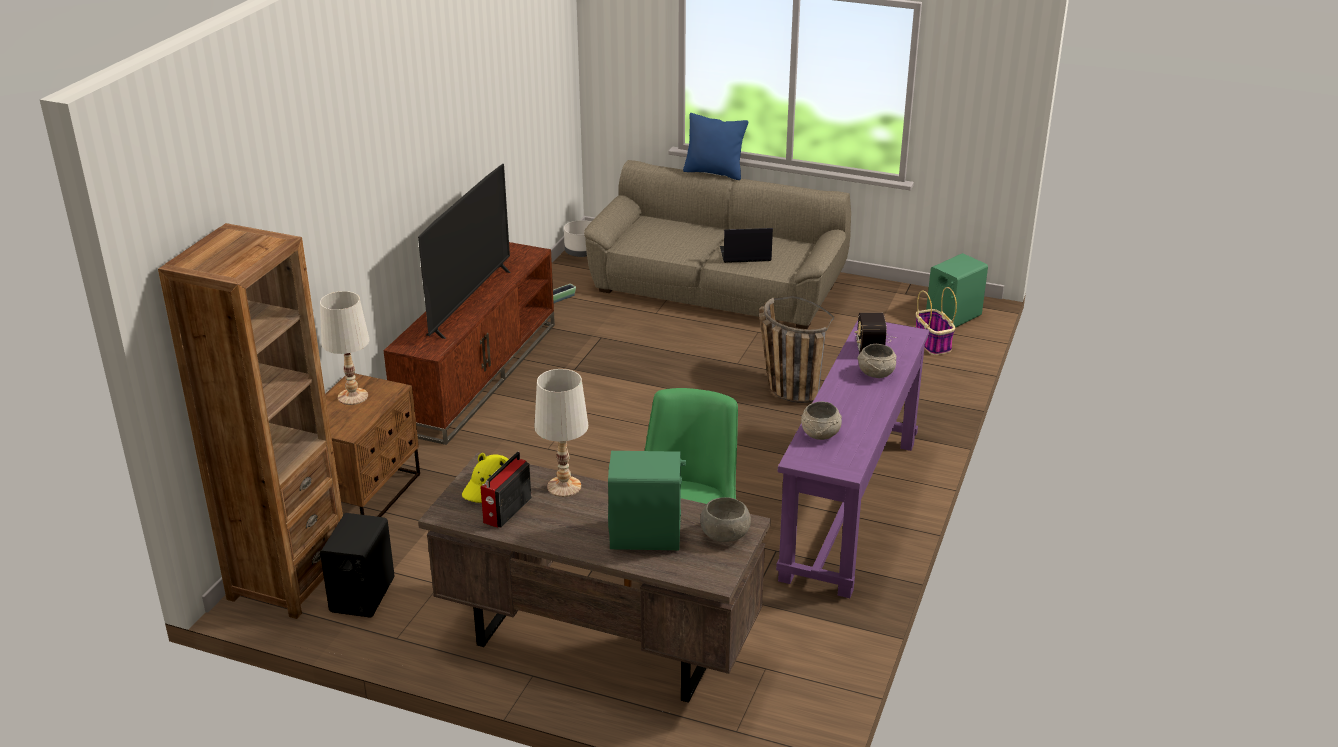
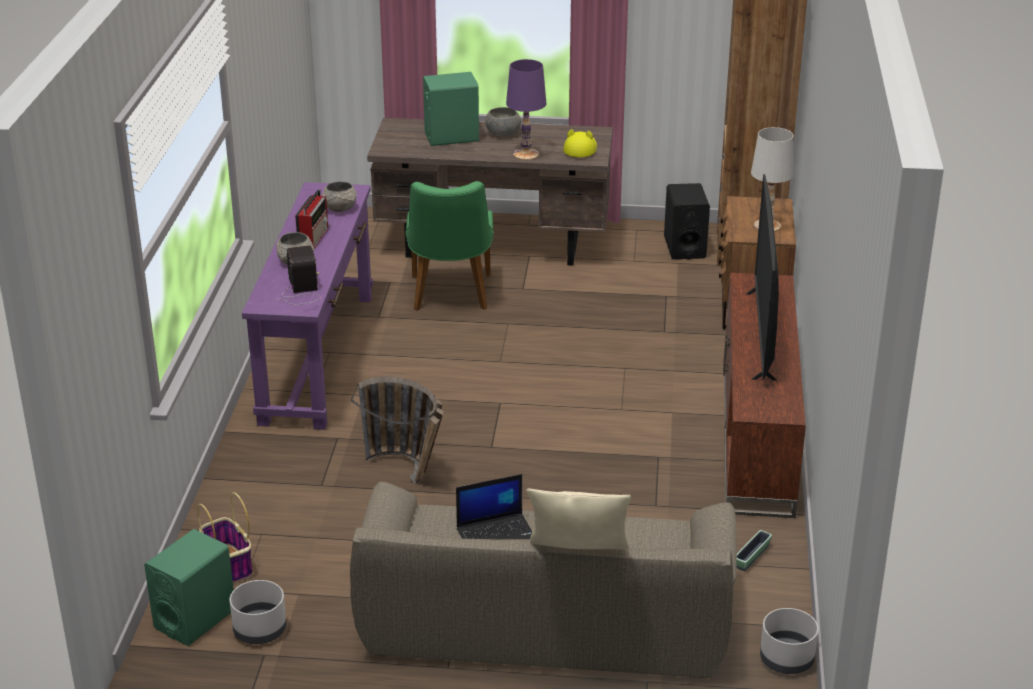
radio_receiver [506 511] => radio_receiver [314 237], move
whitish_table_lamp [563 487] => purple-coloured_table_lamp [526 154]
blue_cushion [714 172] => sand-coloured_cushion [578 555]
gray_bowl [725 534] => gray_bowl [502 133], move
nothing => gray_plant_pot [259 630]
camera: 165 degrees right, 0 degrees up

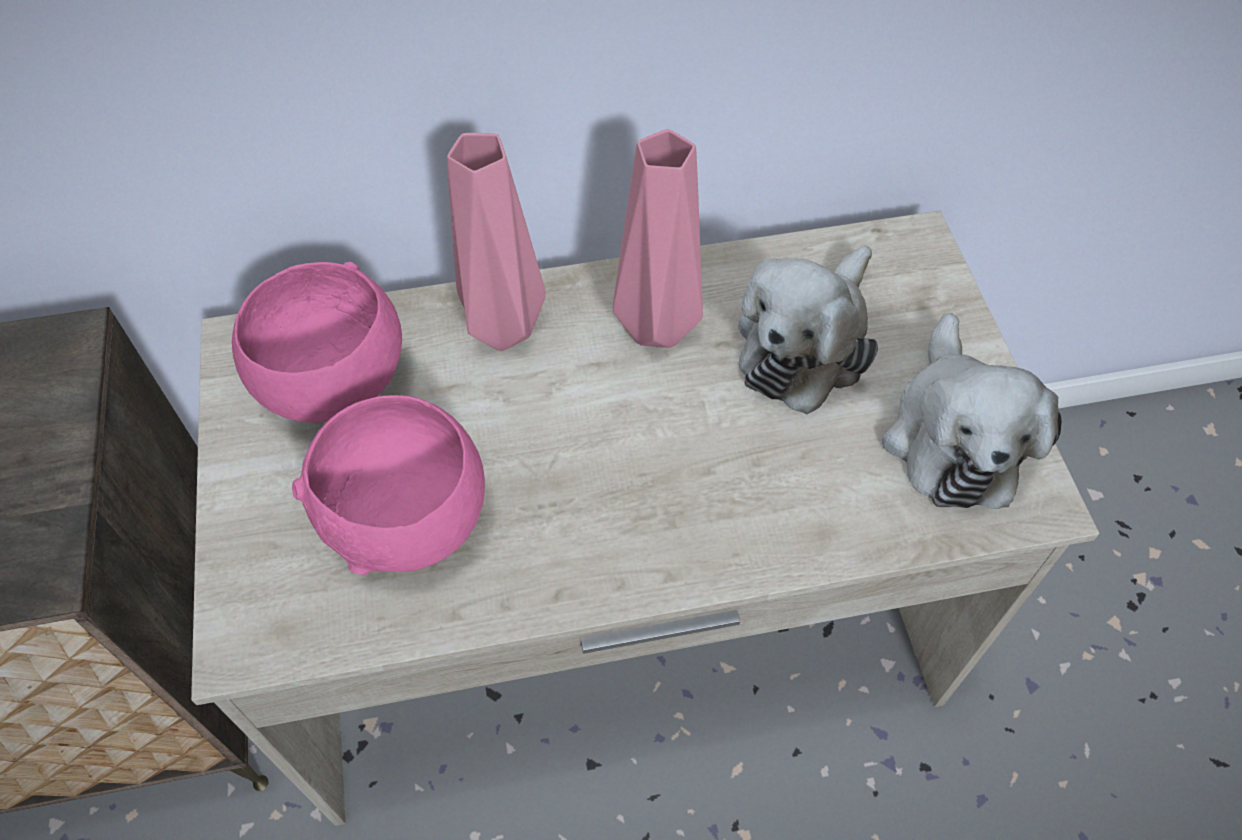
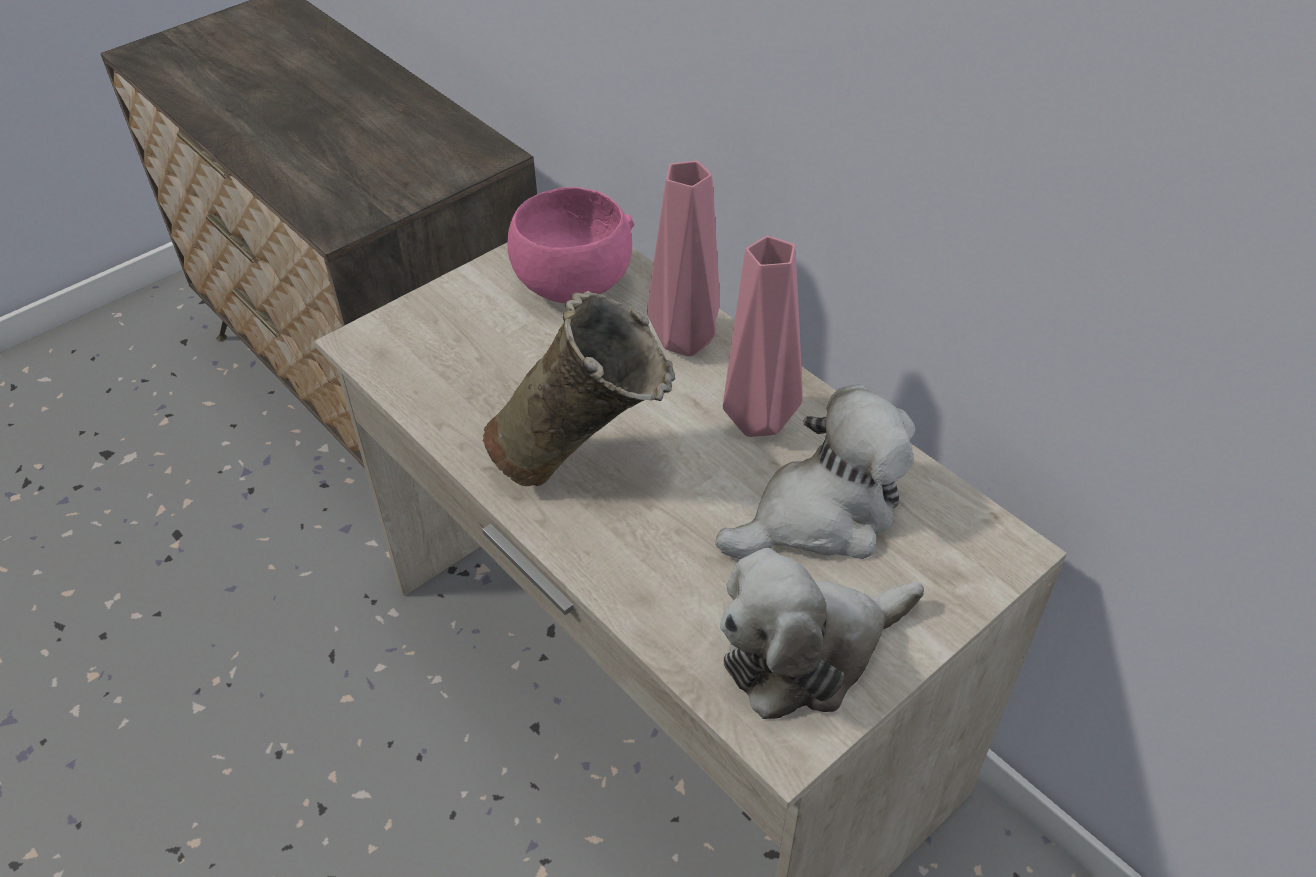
pink_bowl [410 520] => nothing
cuddly_toy [805 344] => cuddly_toy [821 515], 150 degrees clockwise
nothing => sand-coloured_vase [586 465]
camera: 60 degrees right, 10 degrees down

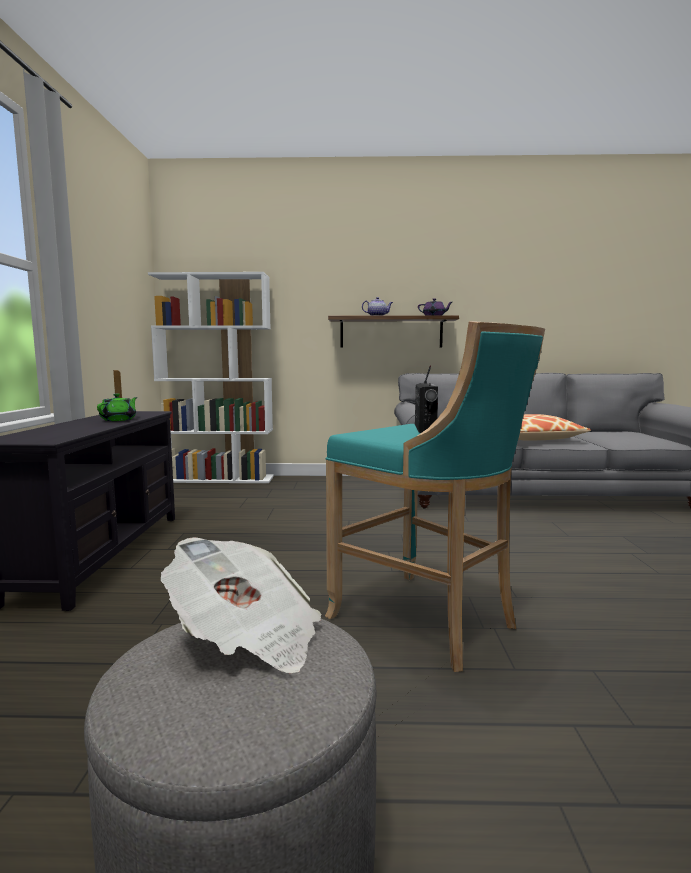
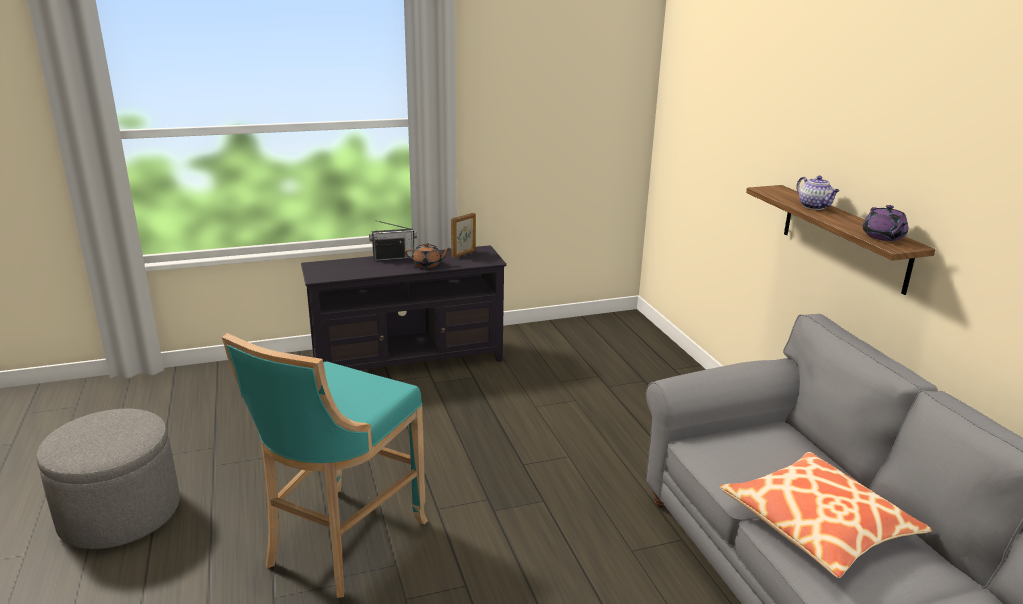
greenish_teapot [119 420] => brown_teapot [427 264]
whitish_shelving_unit [219 479] => nothing
daily_paper [247 637] => nothing
radio_receiver [425 429] => radio_receiver [393 257], move
camera: 70 degrees right, 15 degrees up

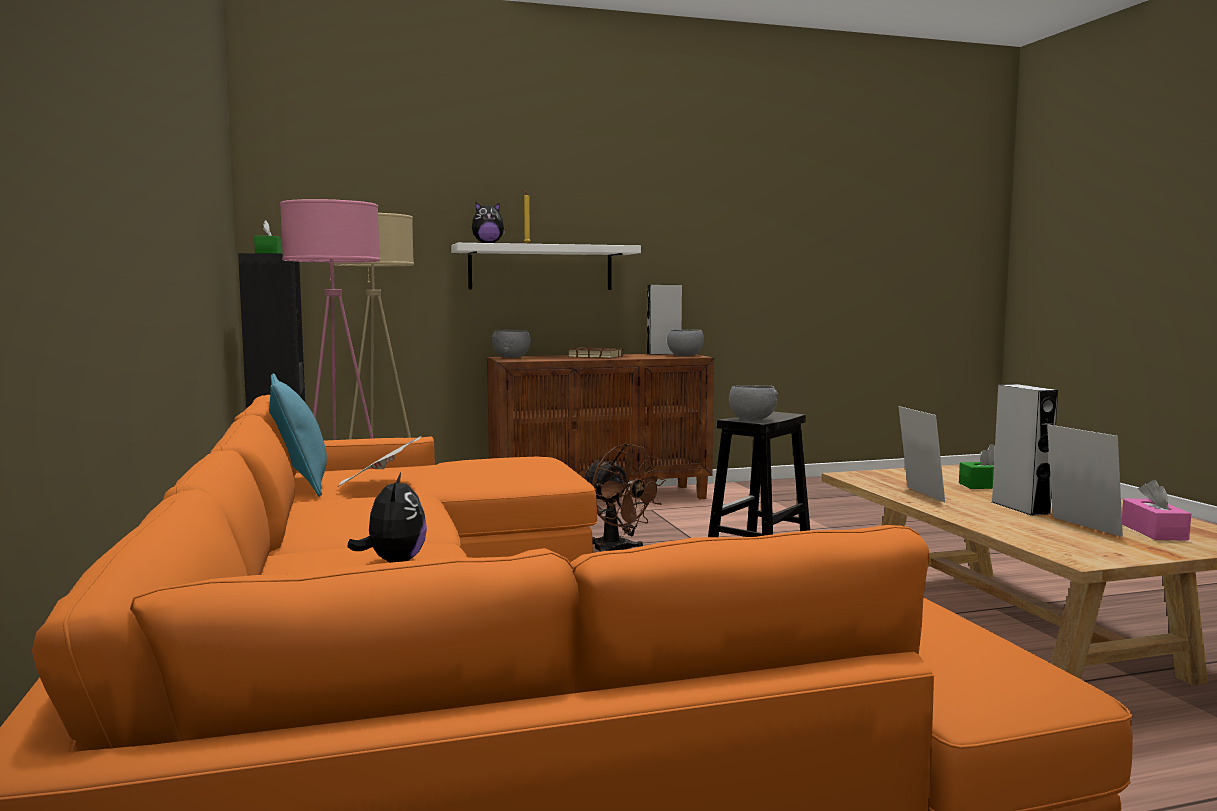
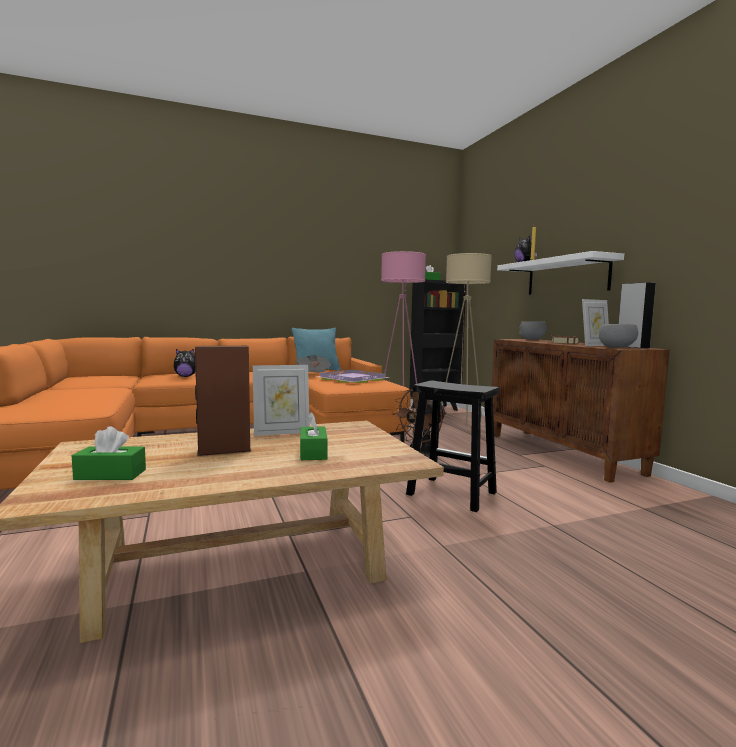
gray_bowl [751 419] => nothing
gray_speaker [1020 507] => brown_speaker [224 450]
photo_frame [1080 527] => photo_frame [594 345], move
pink_tissue_holder [1154 532] => greenish_tissue_holder [110 474]
nothing => purple-coloured_tray [351 379]
camera: 85 degrees right, 0 degrees up

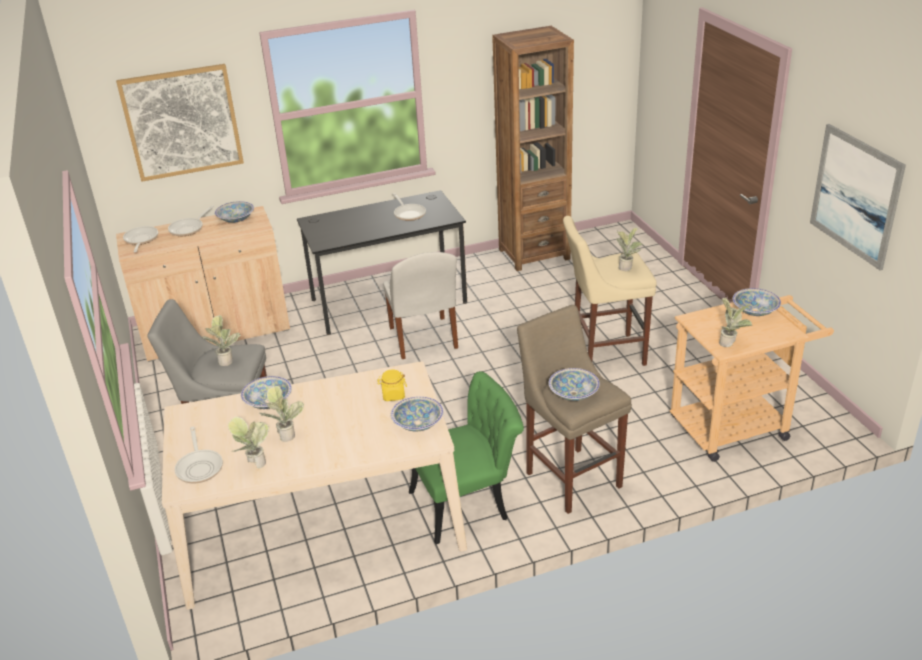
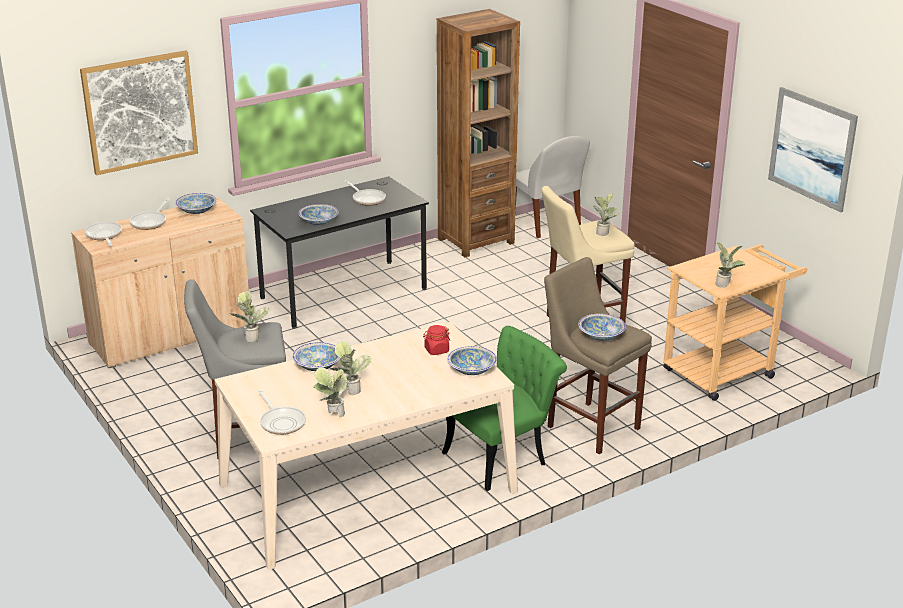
yellow-coloured_jar [393 395] => red-coloured_jar [436 350]
whitish_chair [423 339] => whitish_chair [546 224], move
bowl [754 310] => bowl [318 222], move
camera: 15 degrees left, 5 degrees down

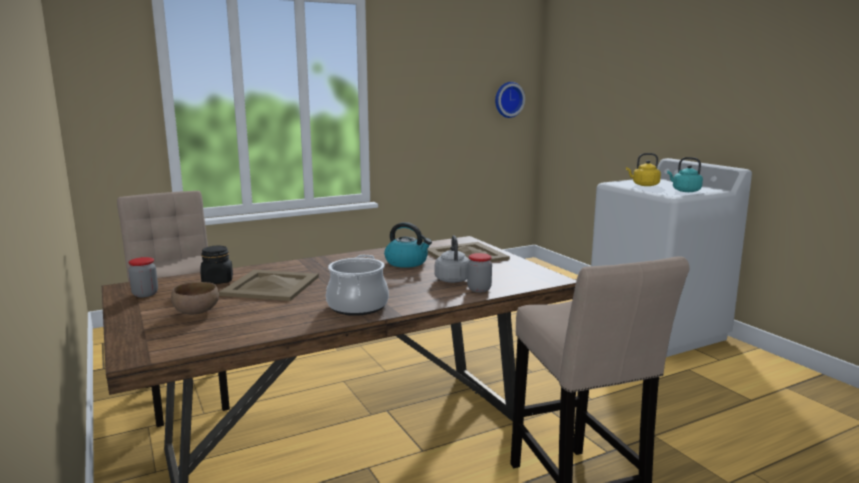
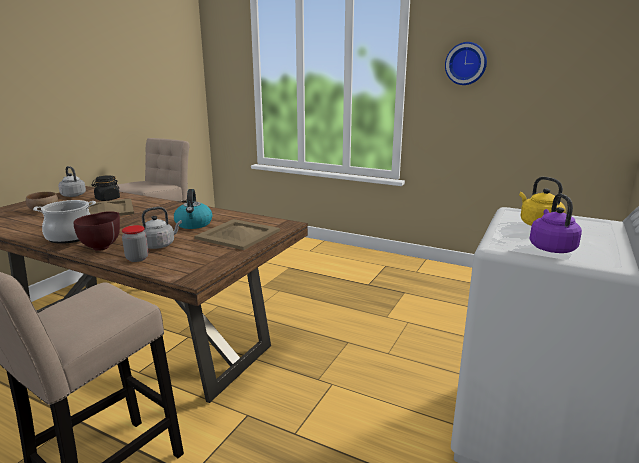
jar [145 294] => gray_tea_kettle [73 195]
clock_on_the_wall [508 99] => clock_on_the_wall [466 63], move
turquoise_tea_kettle [684 191] => purple-coloured_tea_kettle [551 247]
nothing => brown_bowl [103 247]
camera: 55 degrees right, 5 degrees up

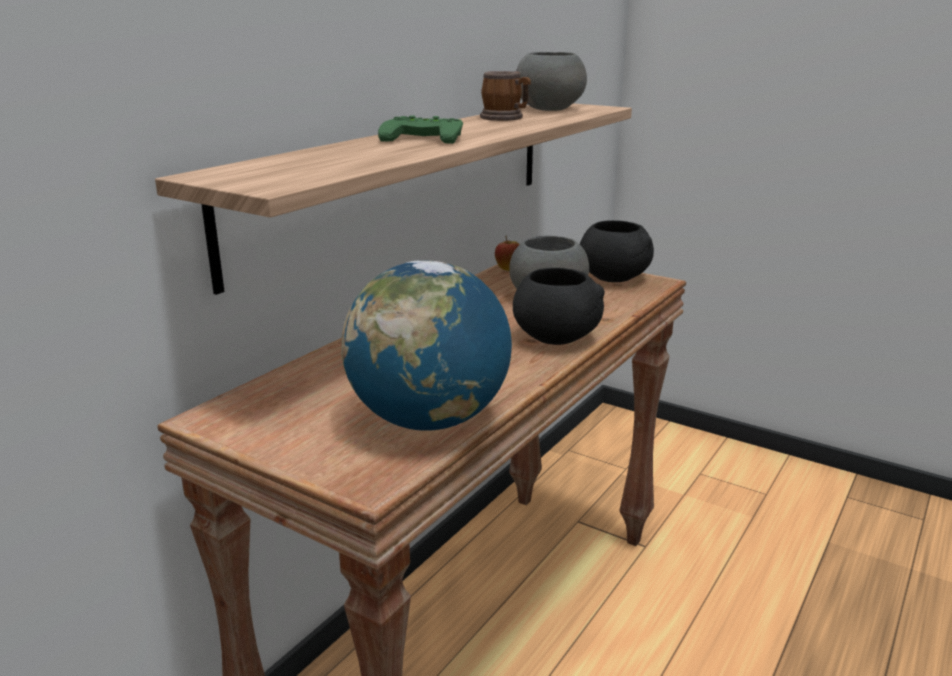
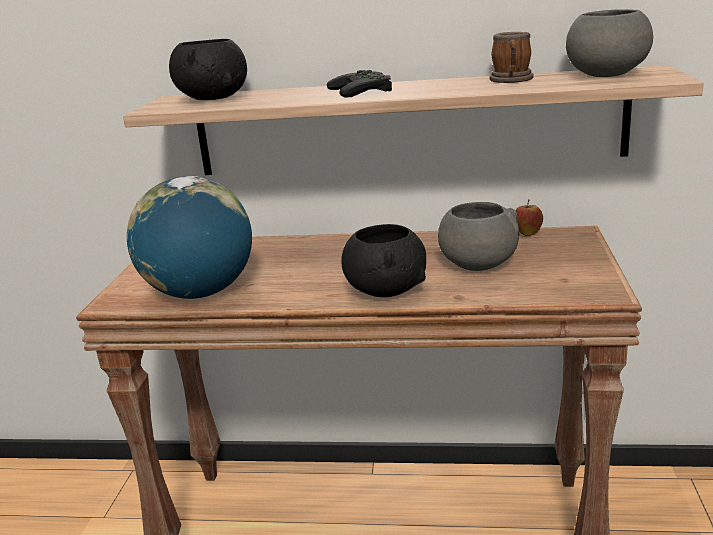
greenish_game_controller [425 137] => black_game_controller [365 90]
black_bowl [613 278] => black_bowl [213 98], move
camera: 65 degrees right, 0 degrees up

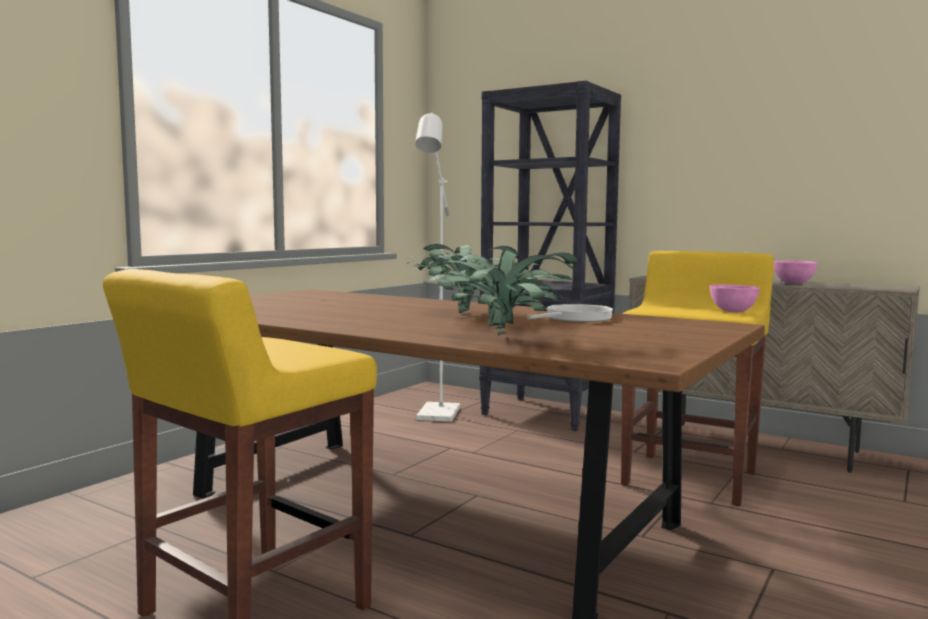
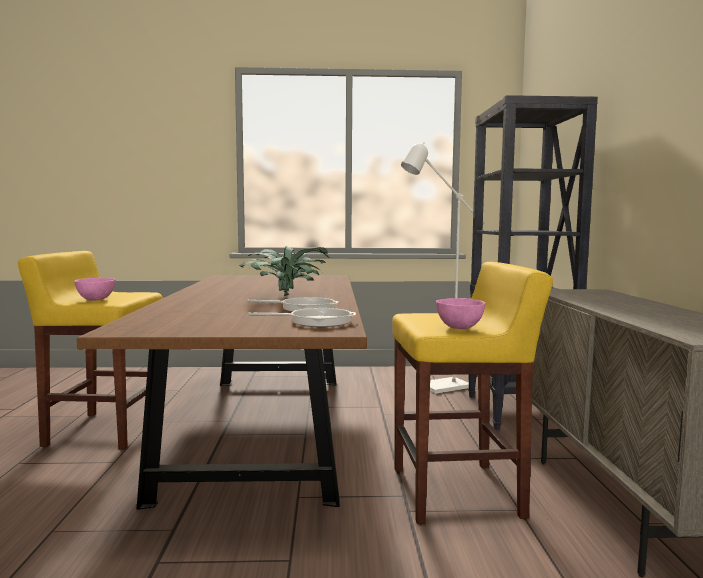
plant_in_a_pot [502 337] => nothing
pink_bowl [793 283] => pink_bowl [96 299], move
nothing => frying_pan [315 321]
camera: 55 degrees right, 0 degrees up

